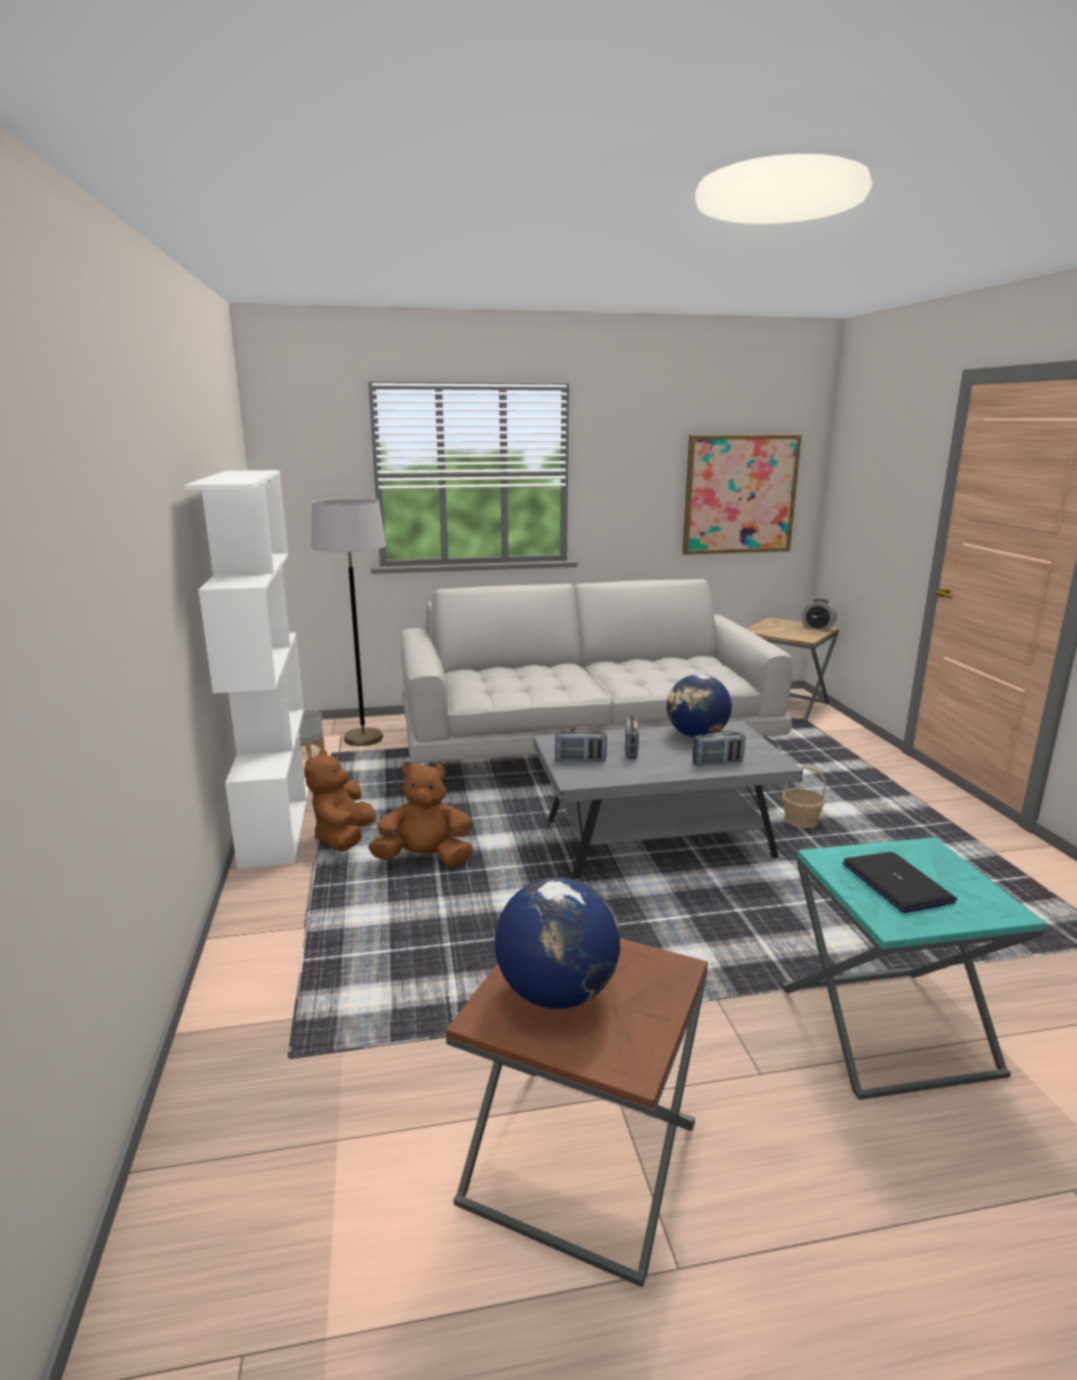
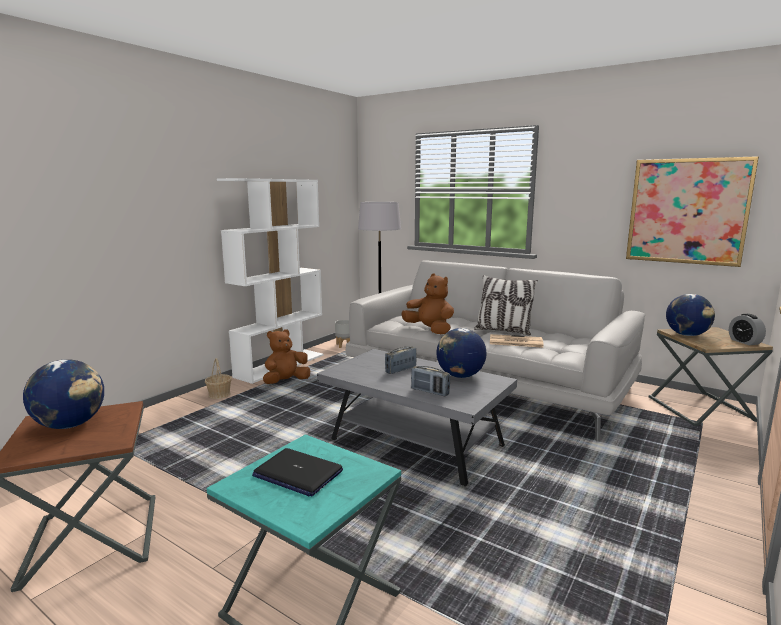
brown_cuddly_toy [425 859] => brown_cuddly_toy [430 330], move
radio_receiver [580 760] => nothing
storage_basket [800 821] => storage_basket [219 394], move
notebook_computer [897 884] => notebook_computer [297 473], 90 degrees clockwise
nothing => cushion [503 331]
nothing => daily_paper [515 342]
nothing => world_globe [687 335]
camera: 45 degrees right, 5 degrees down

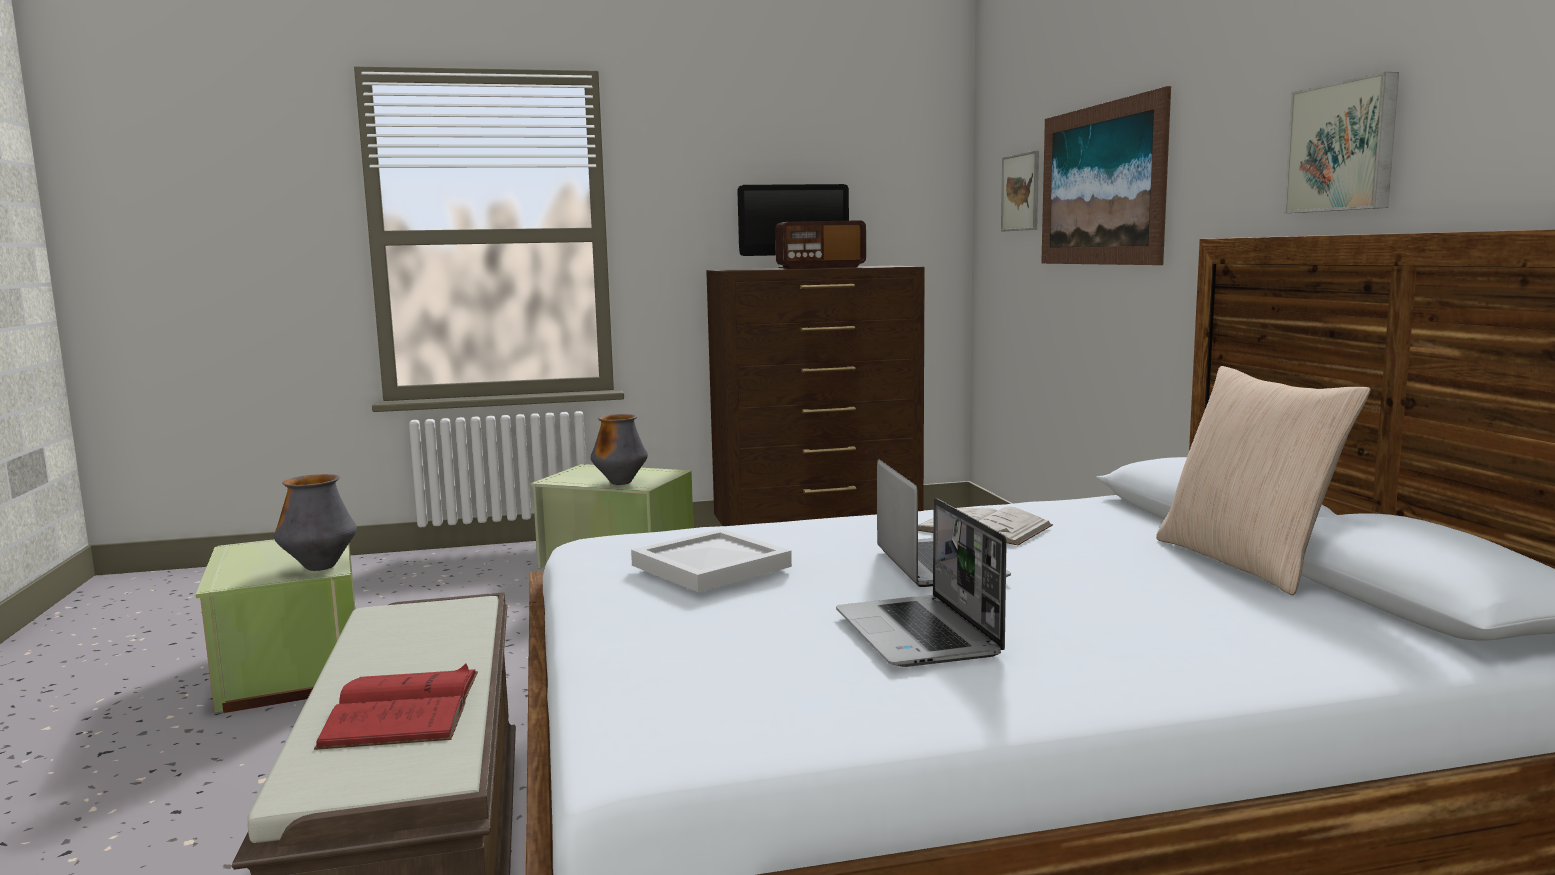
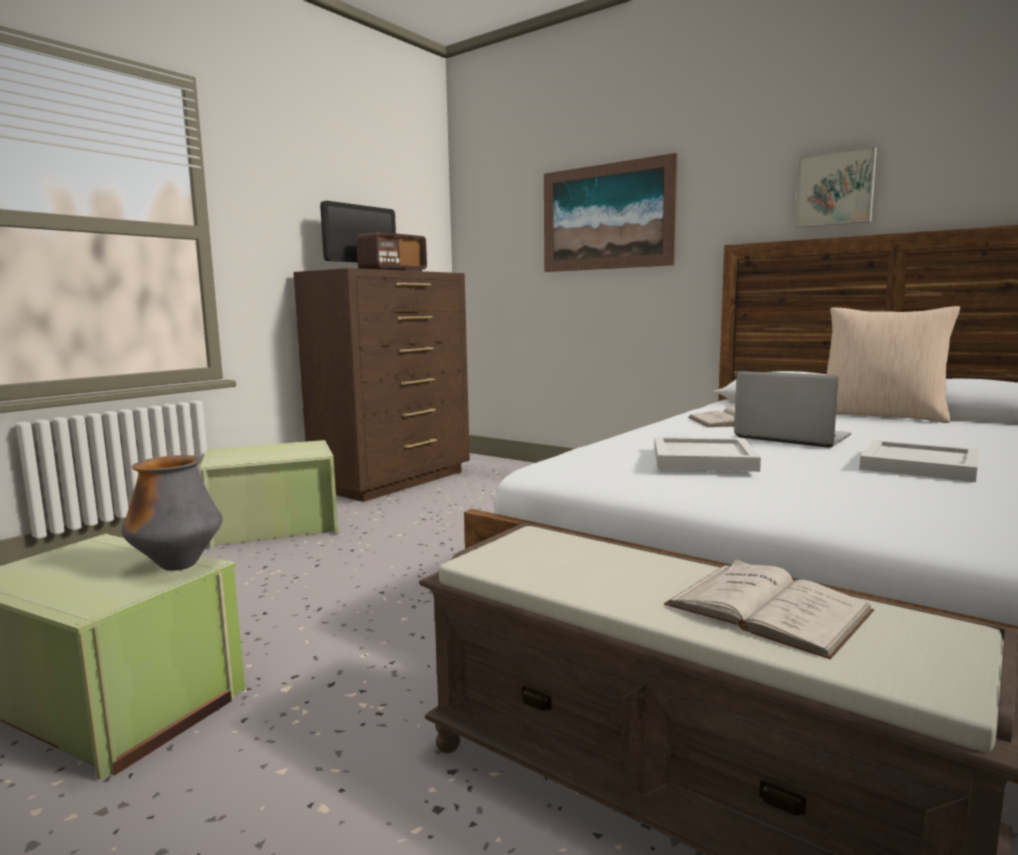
red-coloured_bound_book [402 708] => whitish_bound_book [767 608]
vase [620 483] => nothing
notebook_computer [919 634] => whitish_tray [921 465]
wall_art [1020 192] => nothing
camera: 40 degrees left, 0 degrees up

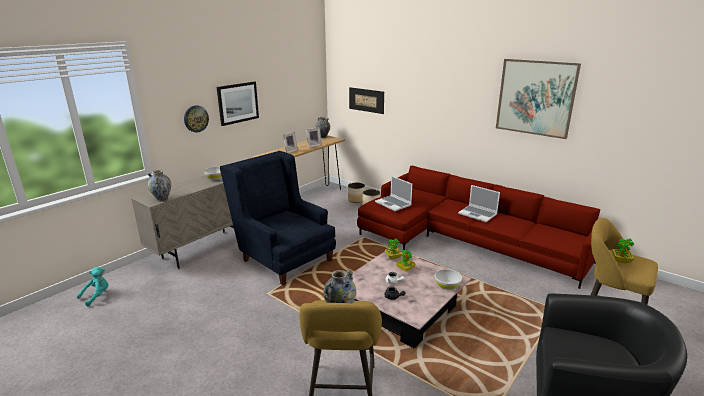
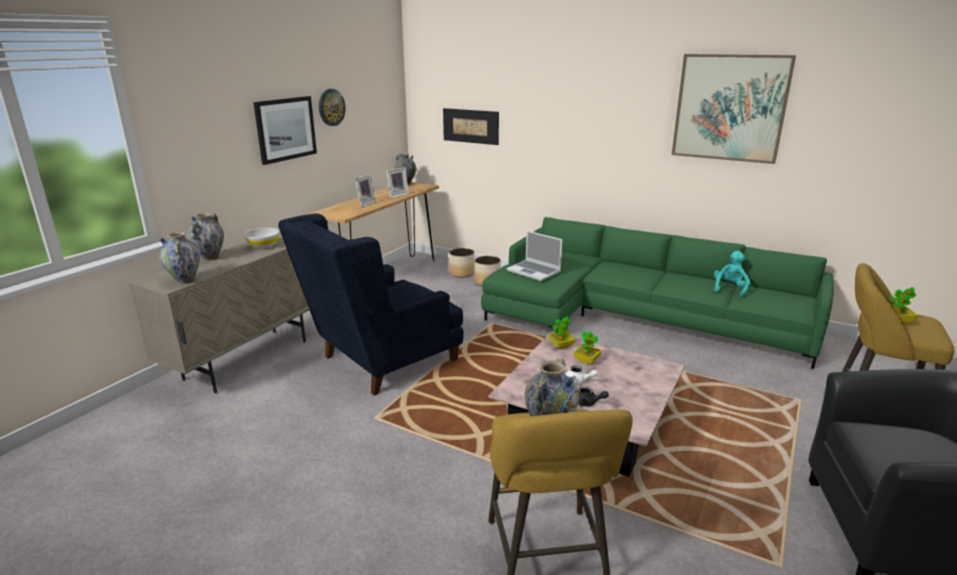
turquoise_cuddly_toy [97 296] => turquoise_cuddly_toy [729 289], move
clock_on_the_wall [196 118] => clock_on_the_wall [331 107], move
blue_easy_chair [282 257] => blue_easy_chair [380 362], 75 degrees counterclockwise
red-coloured_sofa [464 240] => greenish_sofa [634 317]
whitish_bowl [447 285] => nothing
notebook_computer [478 214] => nothing
nothing => vase [210 258]
camera: 10 degrees left, 0 degrees up

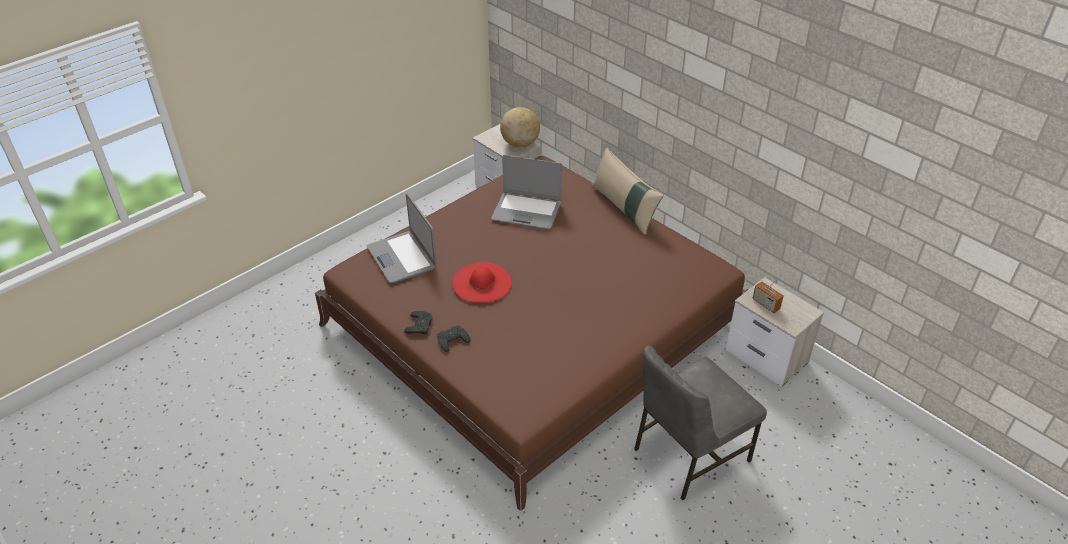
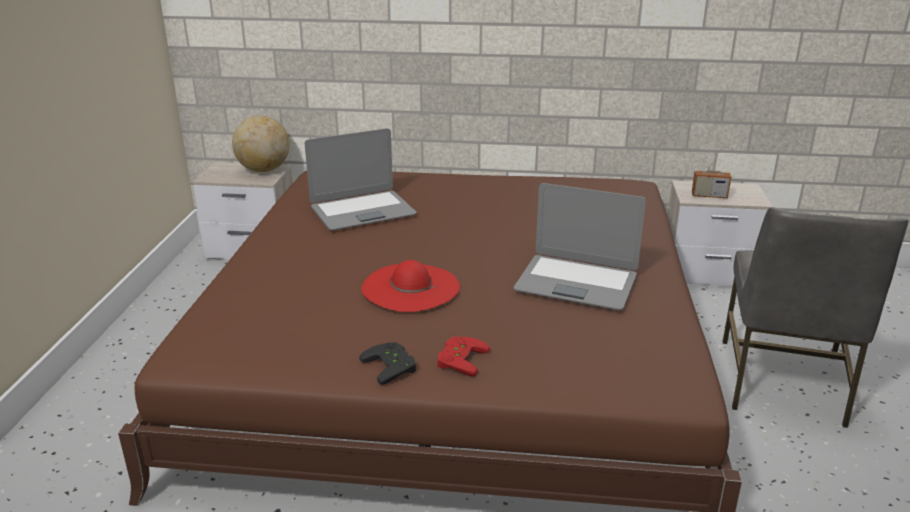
notebook_computer [402 257] => notebook_computer [576 283], move
black_game_controller [452 339] => red-coloured_game_controller [459 359]
sand-coloured_cushion [624 208] => nothing
camera: 40 degrees left, 15 degrees down

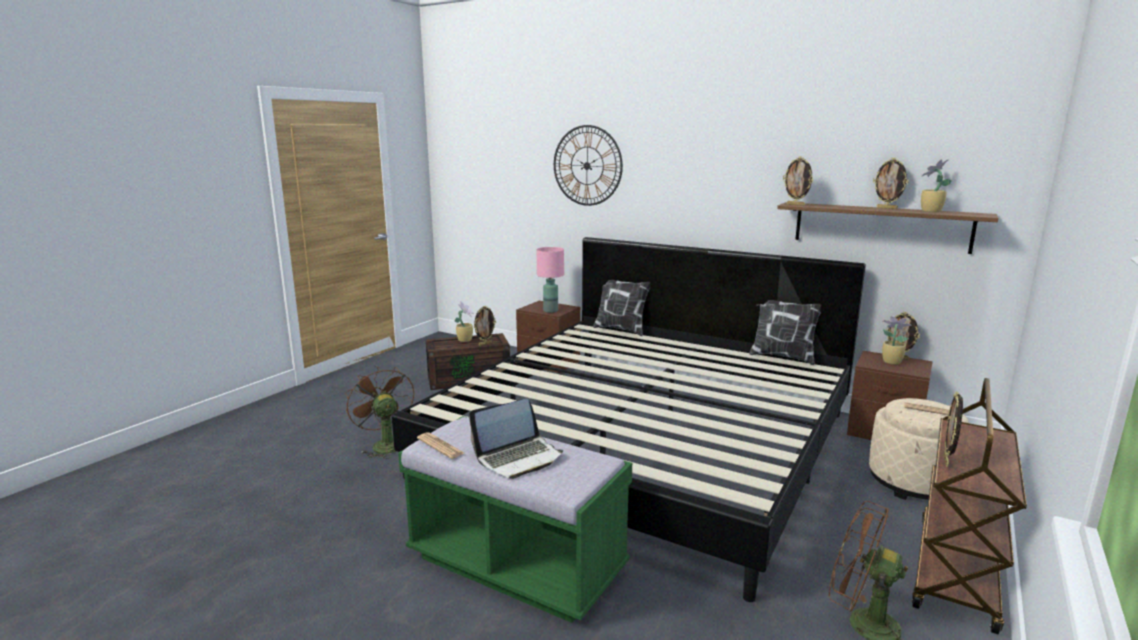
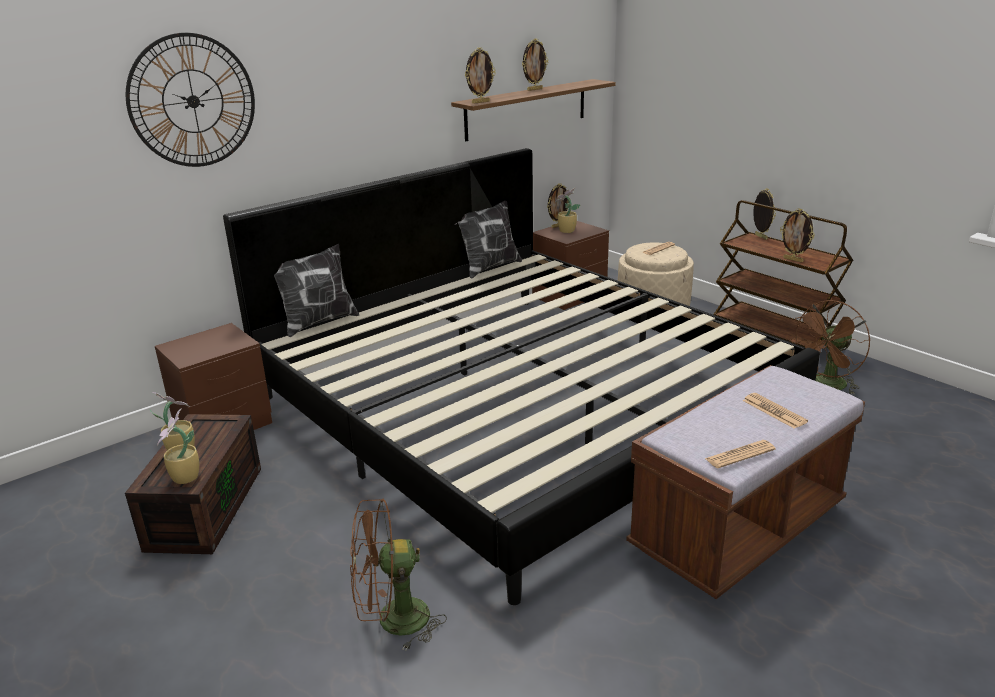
greenish_indoor_bench [516 564] => brown_indoor_bench [737 530]
notebook_computer [518 458] => daily_paper [774 411]
photo_frame [485 344] => photo_frame [760 237], move
pink_table_lamp [551 310] => nothing
plant_in_a_pot [930 211] => plant_in_a_pot [185 478], move
camera: 70 degrees left, 10 degrees up

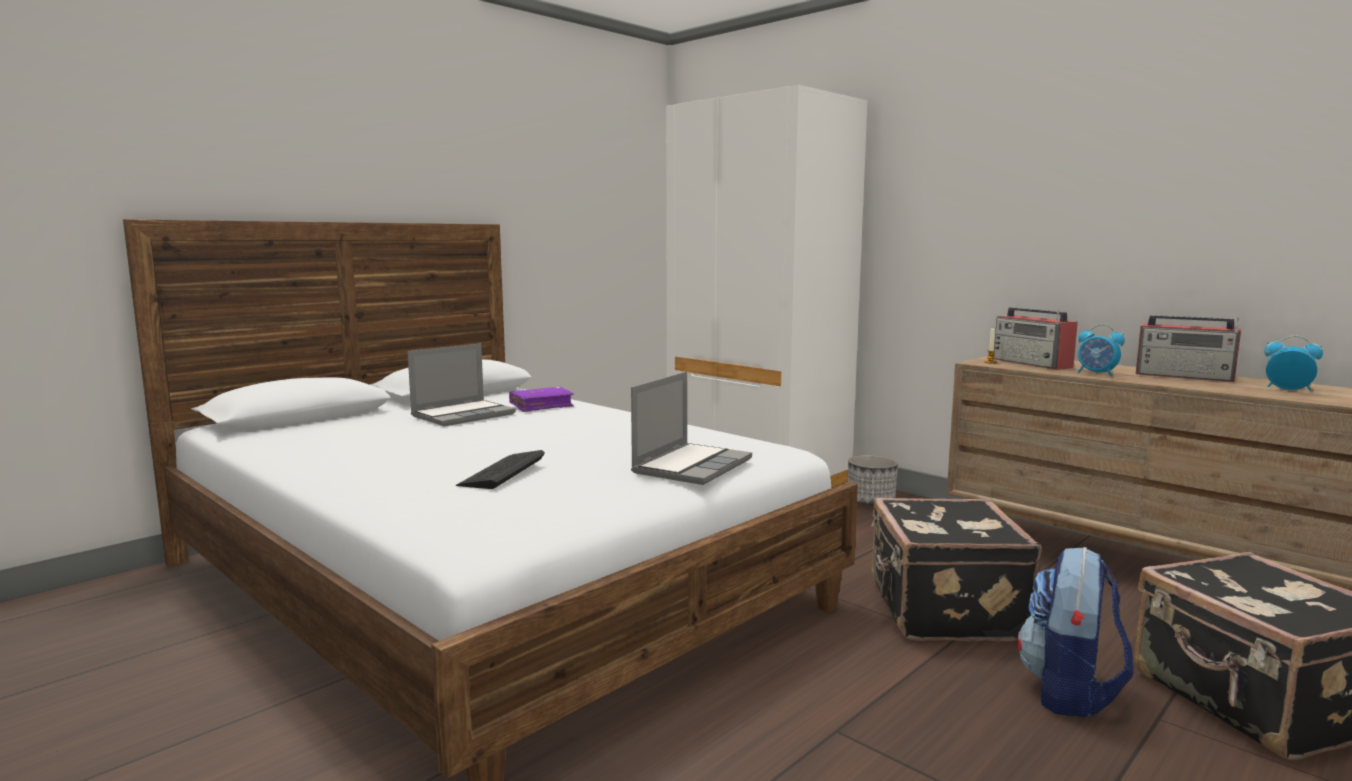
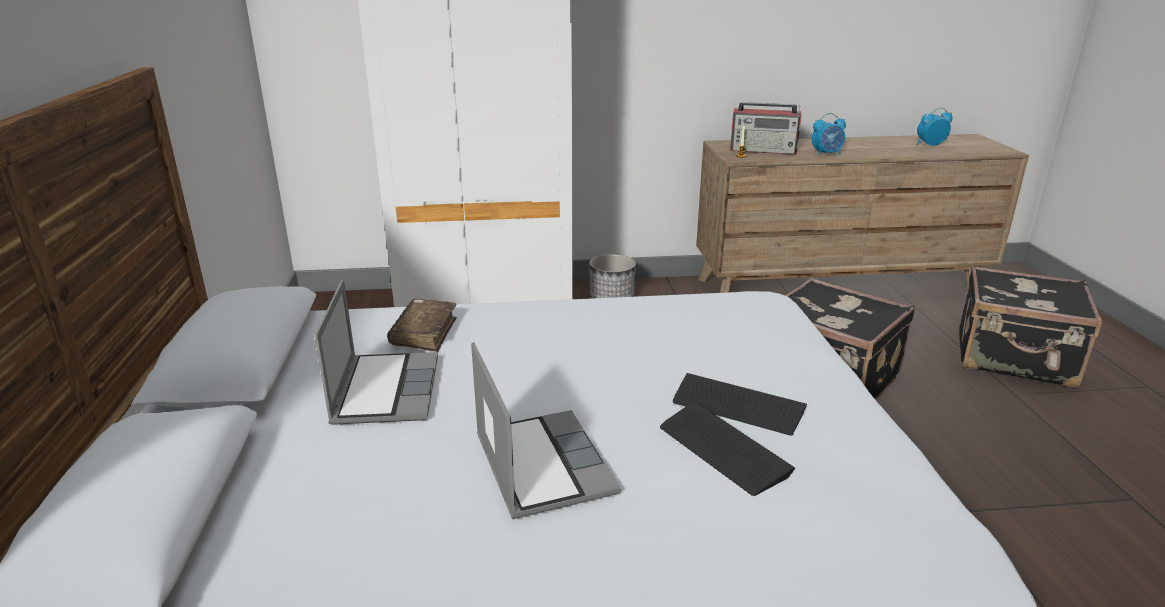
purple-coloured_bound_book [541 406] => brown_bound_book [424 333]
notebook_computer [692 466] => notebook_computer [540 464], move
backpack [1070 692] => nothing
radio_receiver [1185 376] => nothing
nothing => PC_keyboard [737 406]
camera: 50 degrees left, 15 degrees up

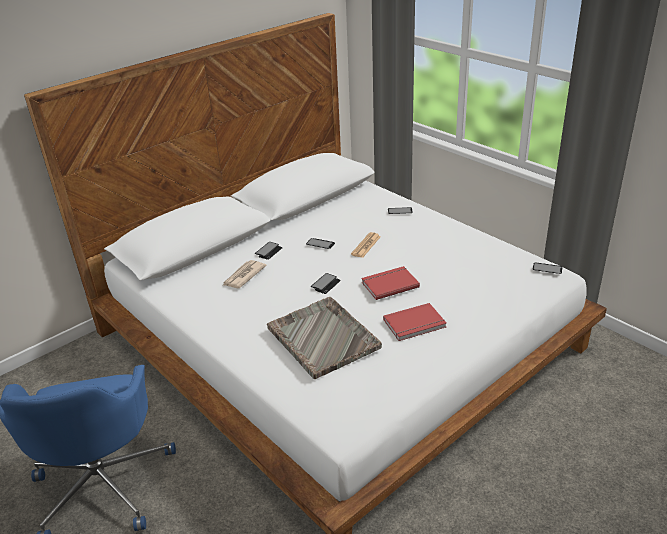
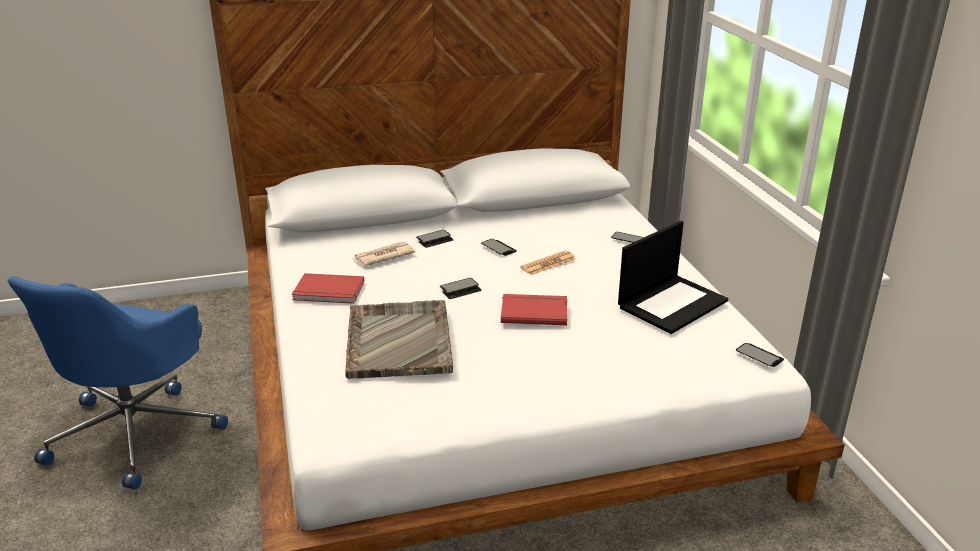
red-coloured_bound_book [415 324] => red-coloured_bound_book [328 292], move
nothing => notebook_computer [672 303]
camera: 25 degrees right, 5 degrees down

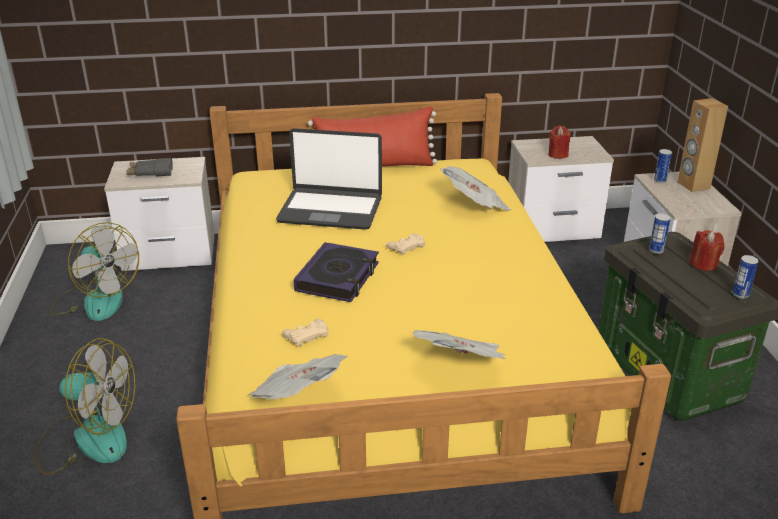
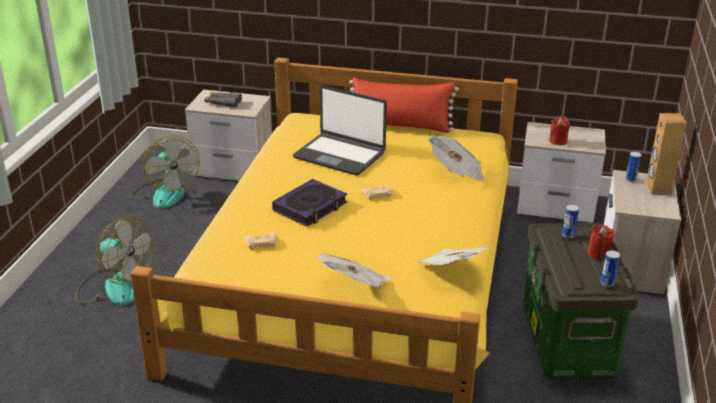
daily_paper [298 396] => daily_paper [451 270], move
camera: 20 degrees right, 0 degrees up

